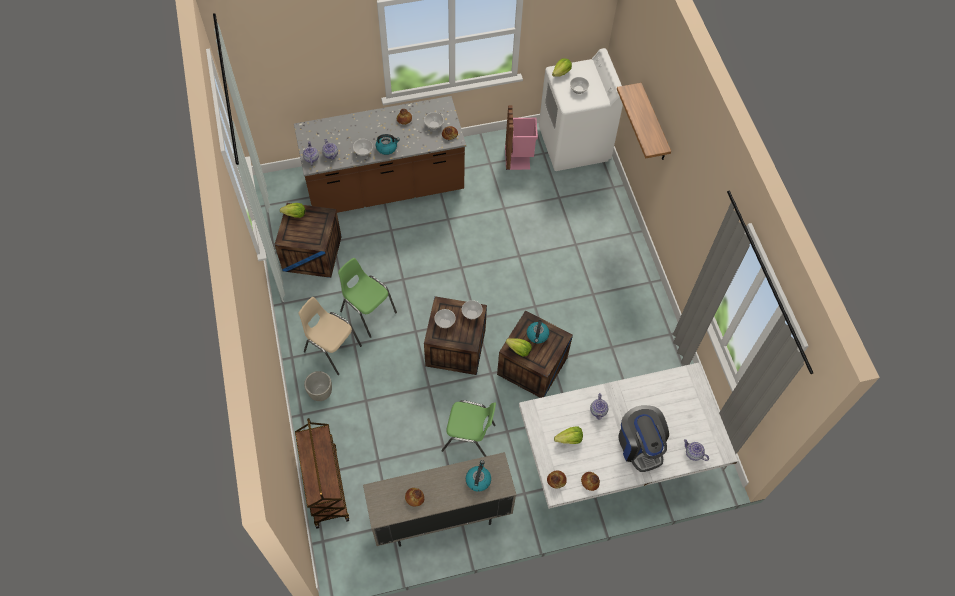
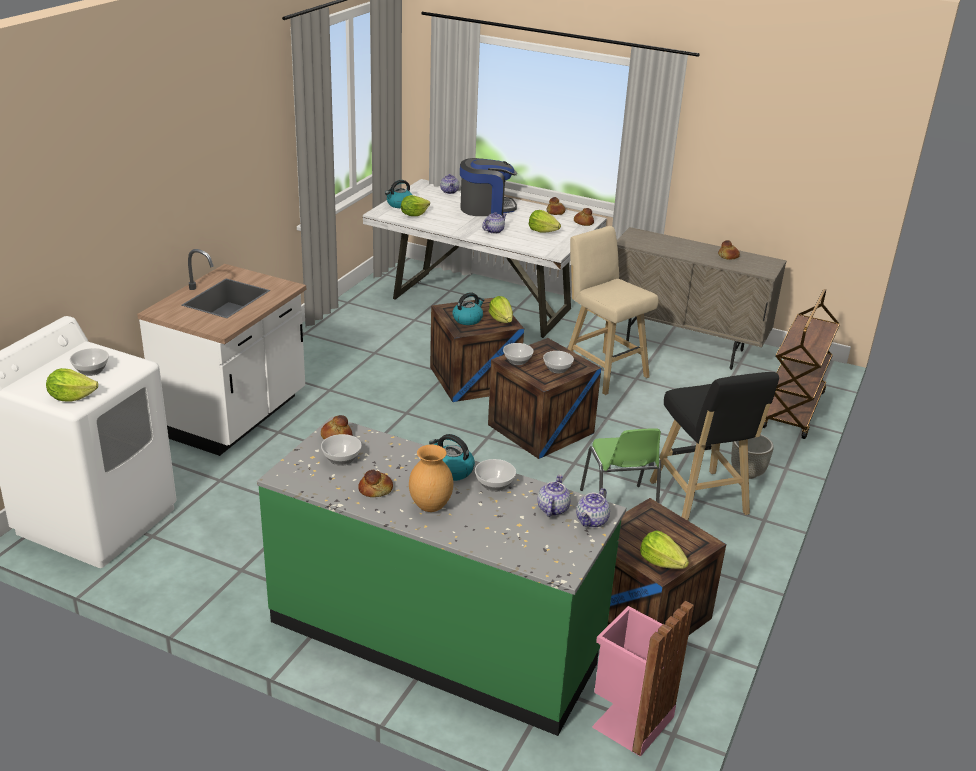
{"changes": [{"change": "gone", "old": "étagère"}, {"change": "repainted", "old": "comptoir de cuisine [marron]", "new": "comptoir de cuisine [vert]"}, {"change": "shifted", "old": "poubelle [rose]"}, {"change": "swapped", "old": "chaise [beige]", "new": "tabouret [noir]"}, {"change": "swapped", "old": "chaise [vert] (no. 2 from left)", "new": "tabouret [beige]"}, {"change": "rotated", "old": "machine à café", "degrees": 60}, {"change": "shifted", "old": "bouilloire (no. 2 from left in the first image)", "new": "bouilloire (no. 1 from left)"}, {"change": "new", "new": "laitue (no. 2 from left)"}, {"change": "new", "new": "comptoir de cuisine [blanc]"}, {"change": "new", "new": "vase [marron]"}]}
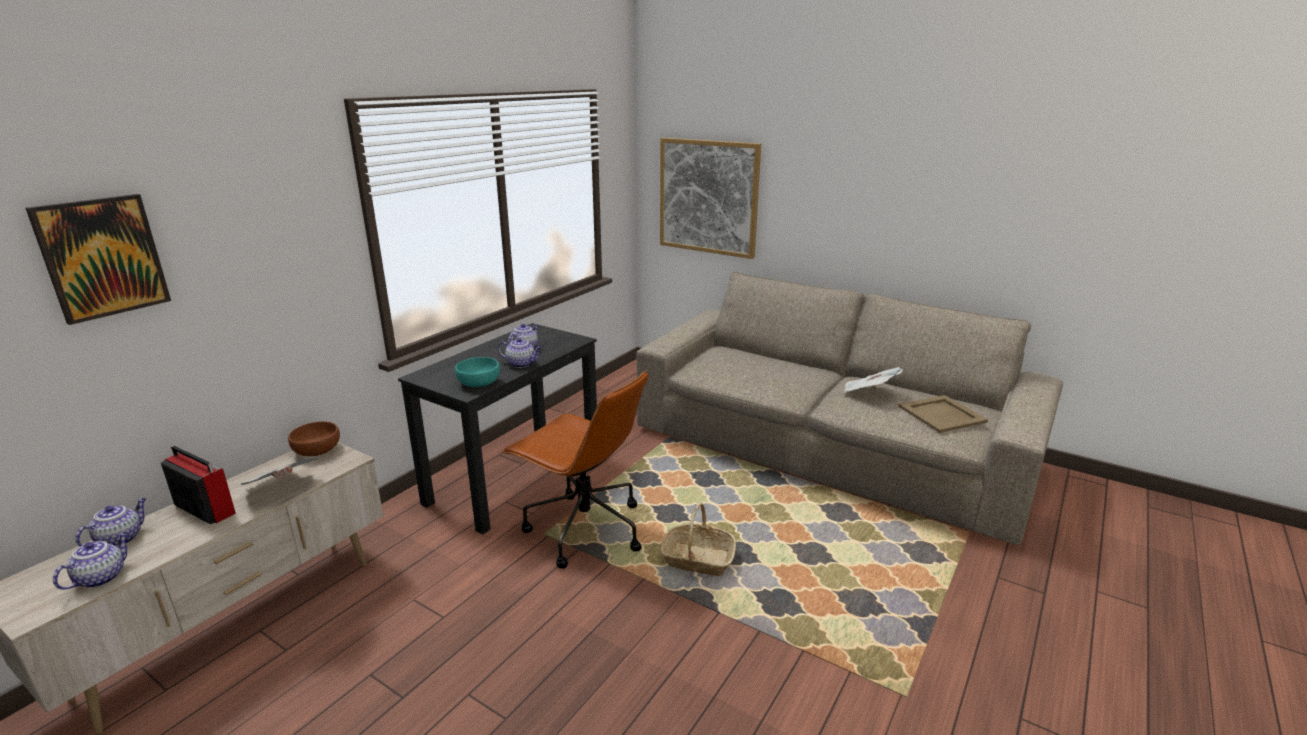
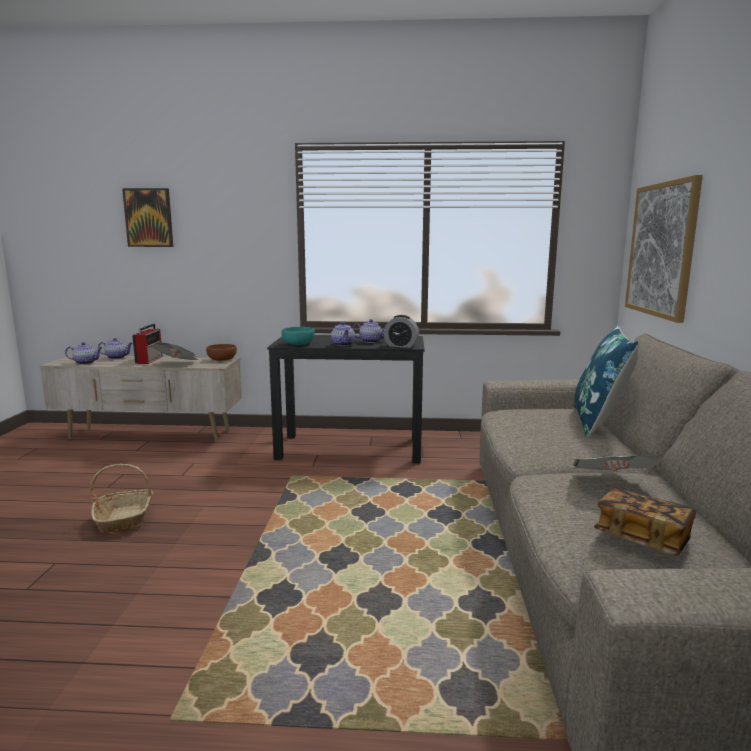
{"changes": [{"change": "gone", "old": "chaise de bureau [marron]"}, {"change": "swapped", "old": "plateau [beige]", "new": "livre"}, {"change": "shifted", "old": "panier"}, {"change": "new", "new": "réveil"}, {"change": "new", "new": "coussin [bleu]"}]}
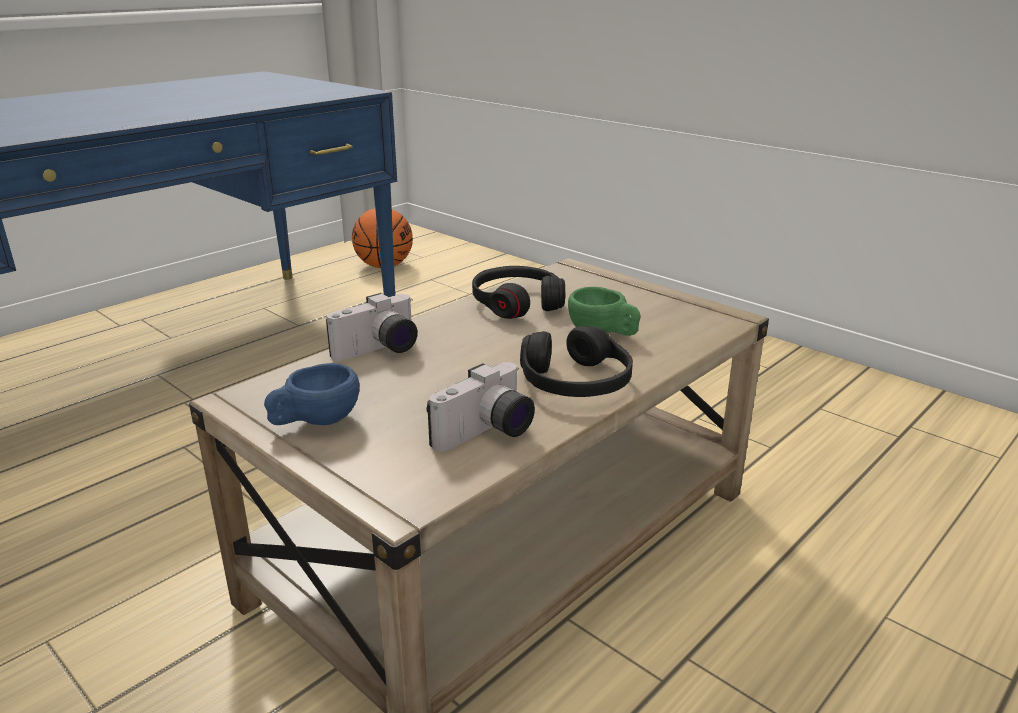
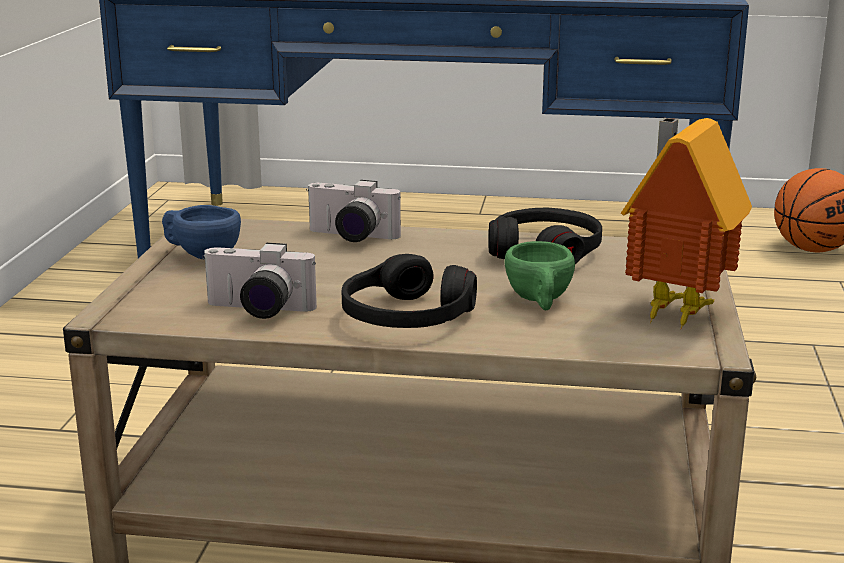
{"changes": [{"change": "new", "new": "maison miniature"}]}
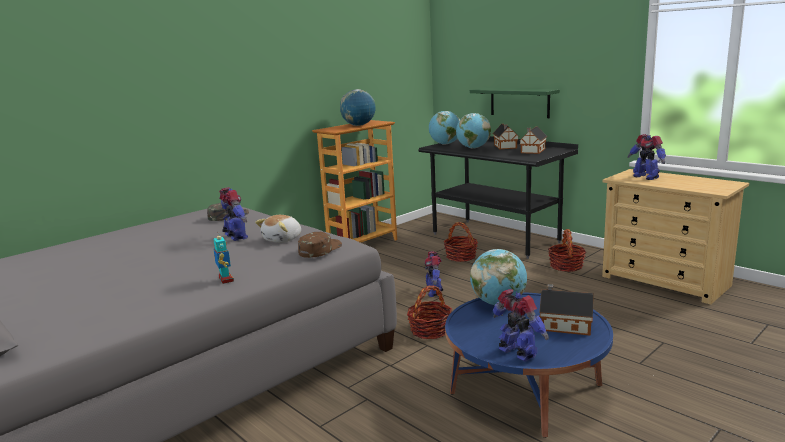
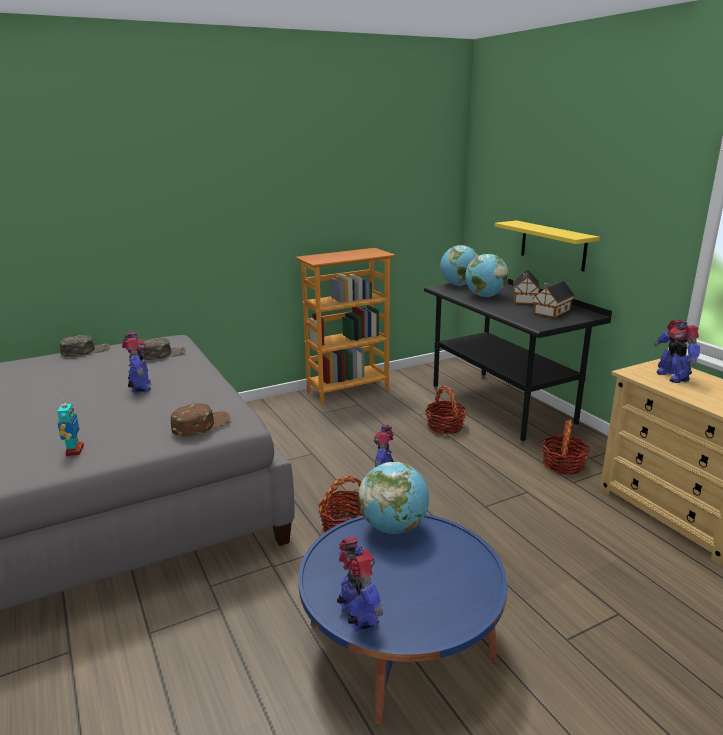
{"changes": [{"change": "repainted", "old": "étagère [vert]", "new": "étagère [jaune]"}, {"change": "gone", "old": "globe (no. 1 from left)"}, {"change": "gone", "old": "peluche"}, {"change": "gone", "old": "maison miniature (no. 3 from left)"}, {"change": "new", "new": "casquette [vert] (no. 1 from left)"}]}
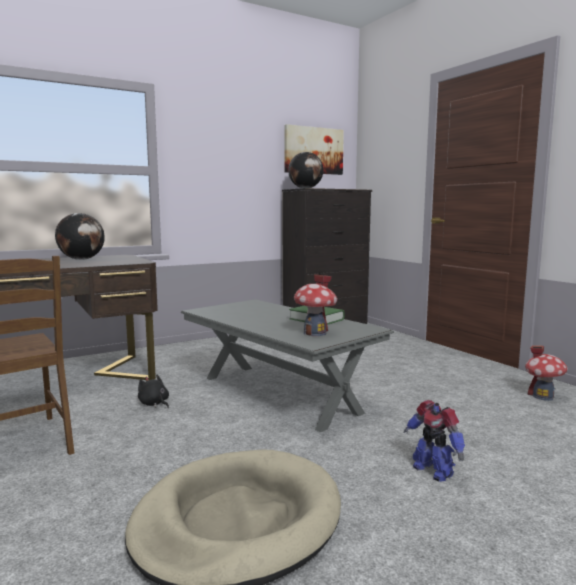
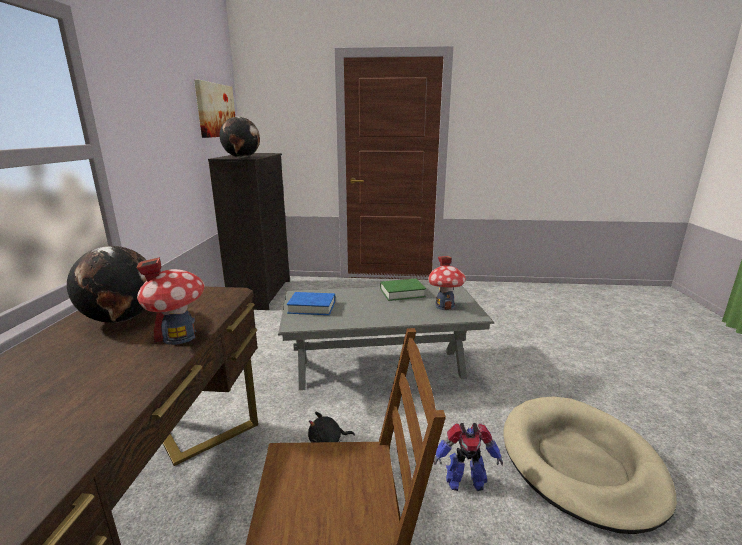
{"changes": [{"change": "shifted", "old": "maison miniature (no. 2 from left in the first image)", "new": "maison miniature (no. 1 from left)"}, {"change": "shifted", "old": "robot jouet"}, {"change": "new", "new": "livre [bleu]"}]}
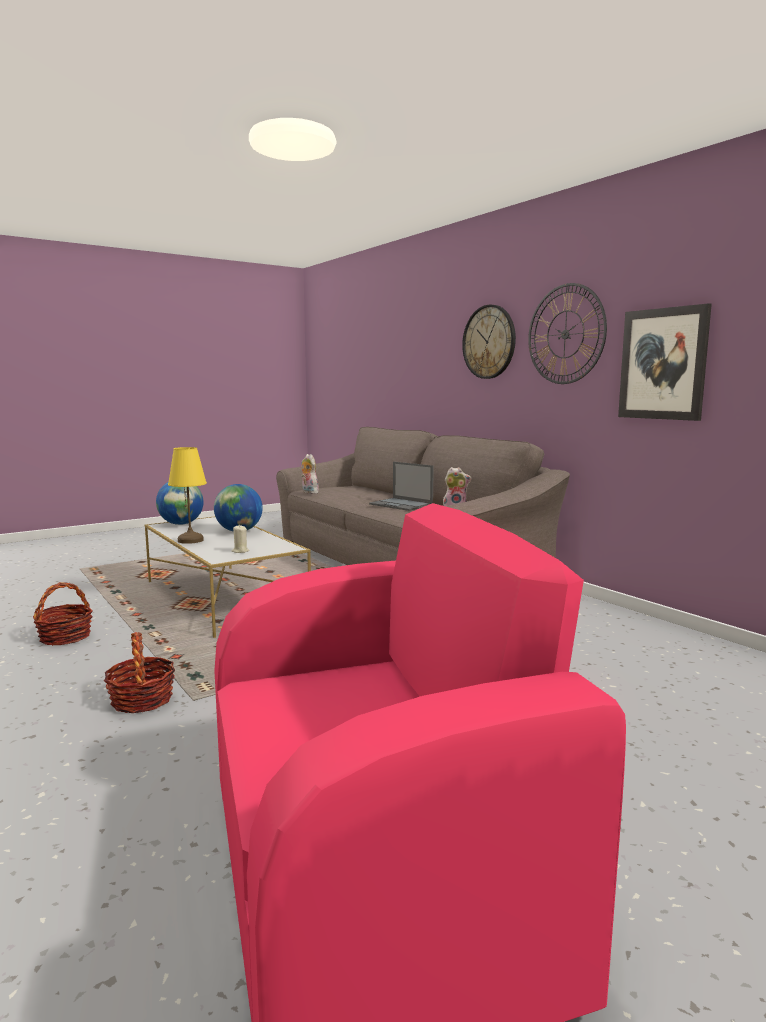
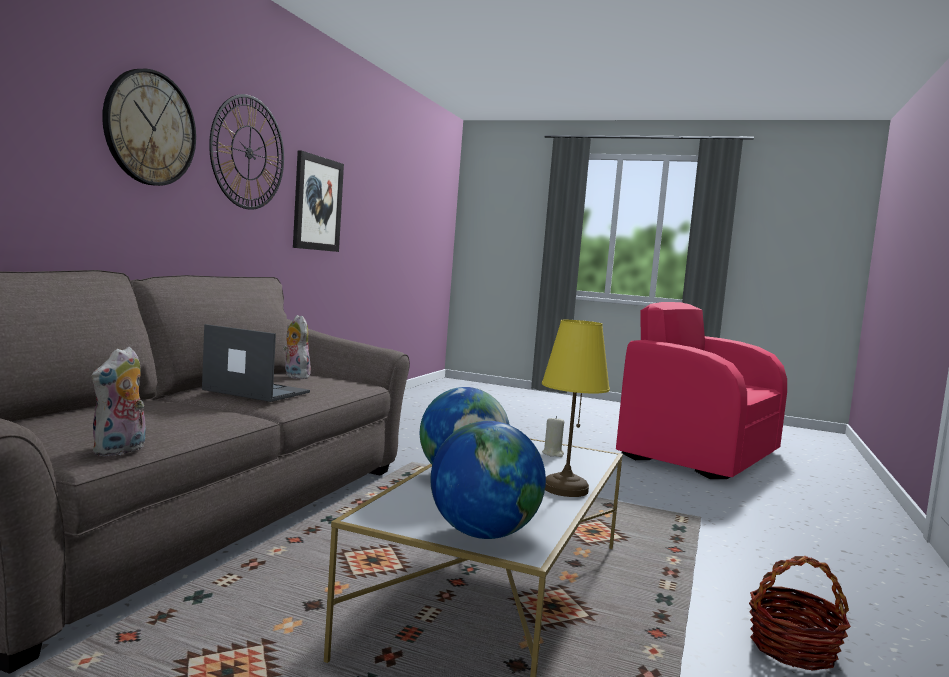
{"changes": [{"change": "rotated", "old": "ordinateur portable", "degrees": -75}, {"change": "gone", "old": "panier (no. 2 from left)"}]}
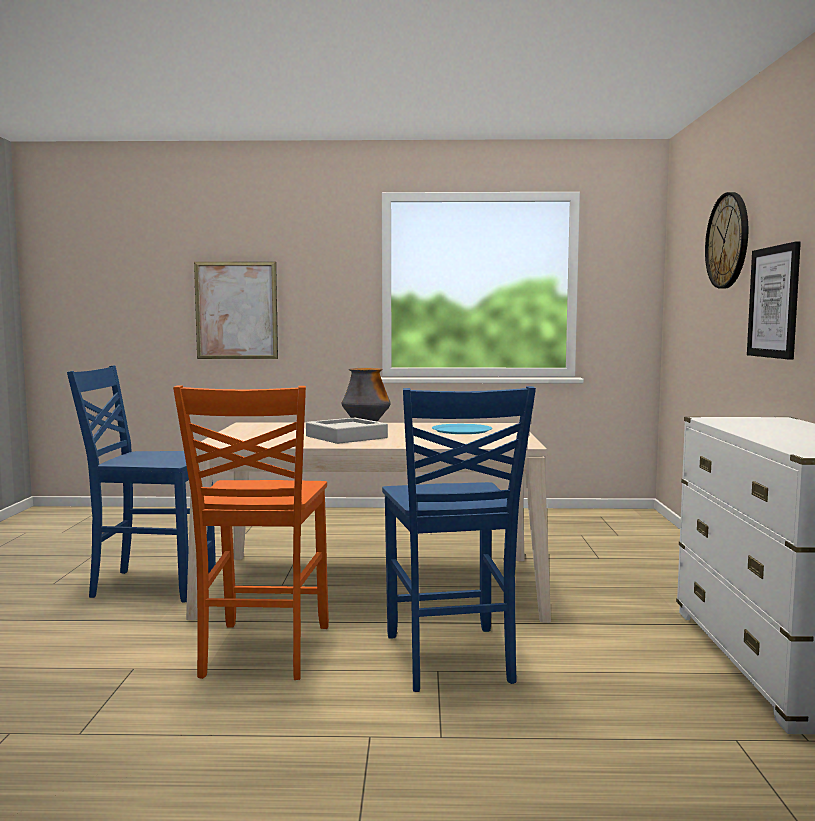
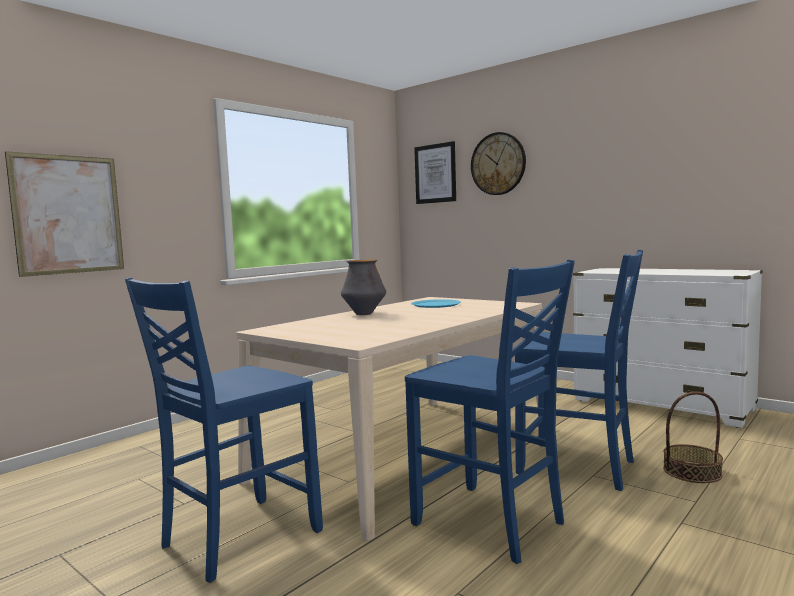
{"changes": [{"change": "shifted", "old": "tableau (no. 2 from left)"}, {"change": "repainted", "old": "chaise [orange]", "new": "chaise [bleu] (no. 2 from left)"}, {"change": "gone", "old": "plateau [gris]"}, {"change": "new", "new": "panier"}]}
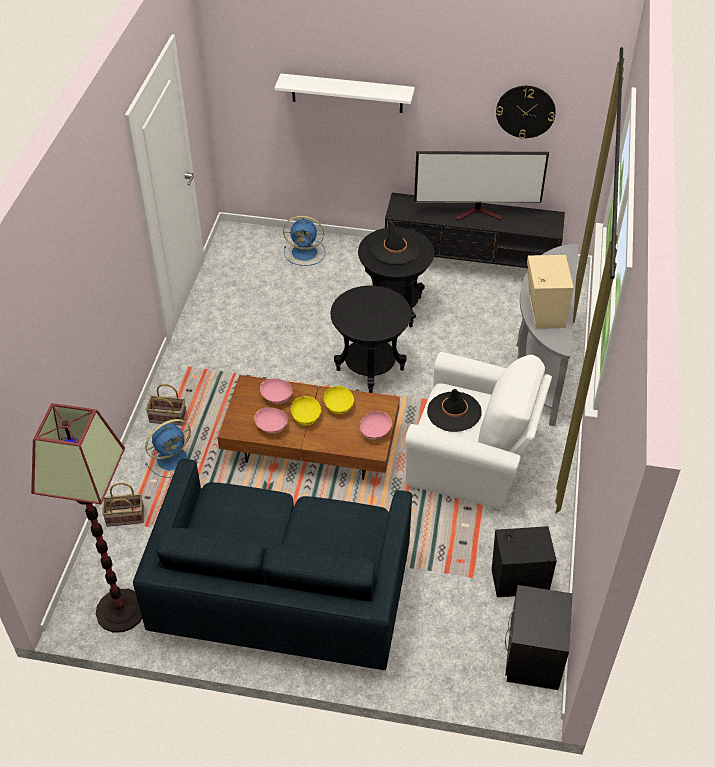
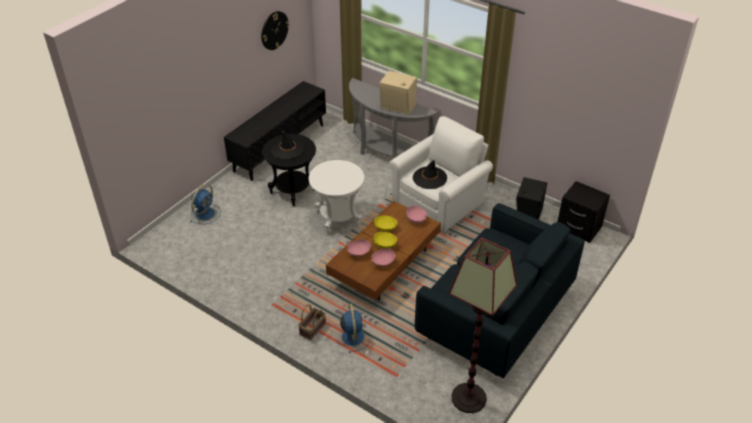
{"changes": [{"change": "gone", "old": "étagère [blanc]"}, {"change": "gone", "old": "téléviseur"}, {"change": "repainted", "old": "table d'appoint [noir] (no. 1 from left)", "new": "table d'appoint [blanc]"}, {"change": "gone", "old": "panier (no. 1 from left)"}]}
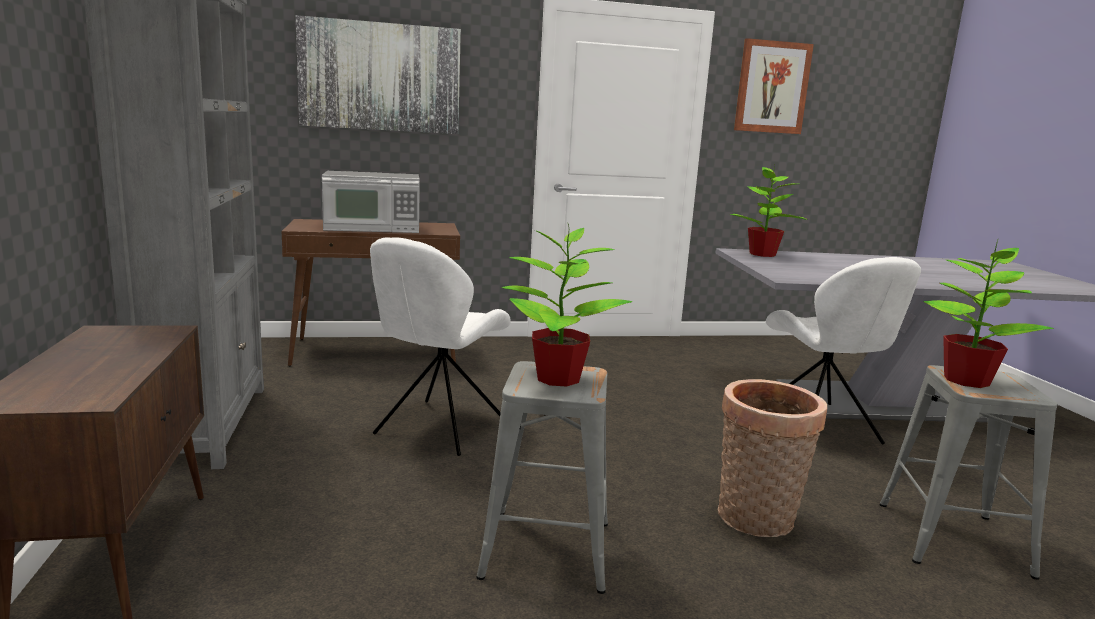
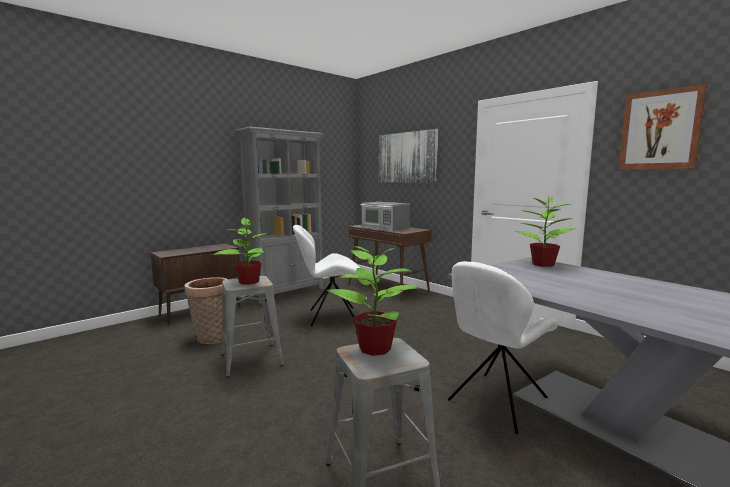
{"changes": [{"change": "shifted", "old": "panier"}]}
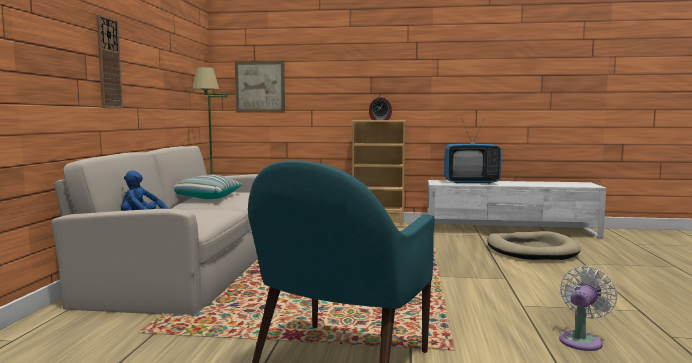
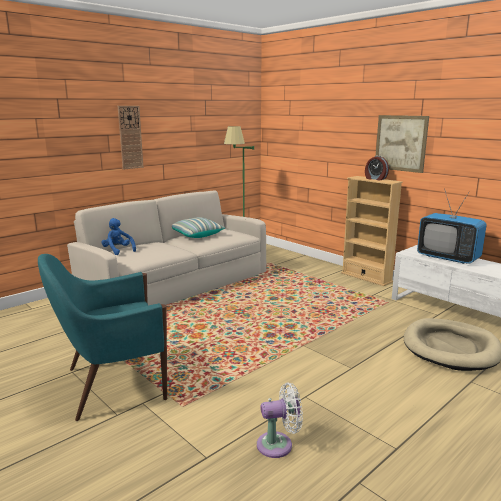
{"changes": [{"change": "shifted", "old": "tableau"}]}
